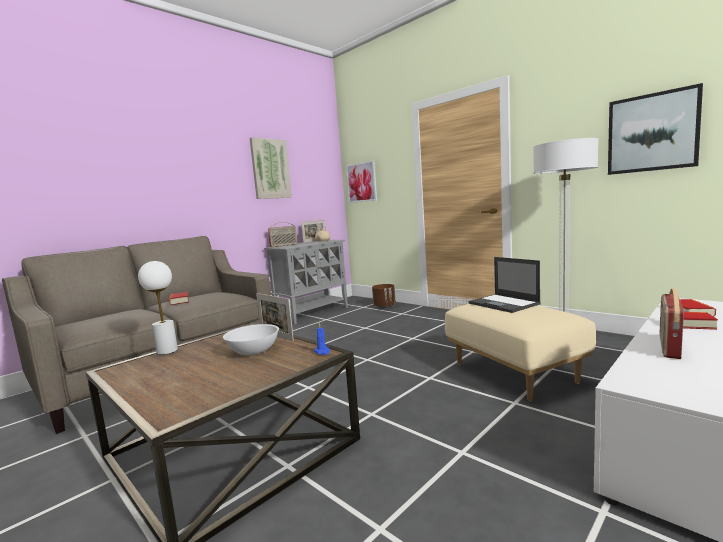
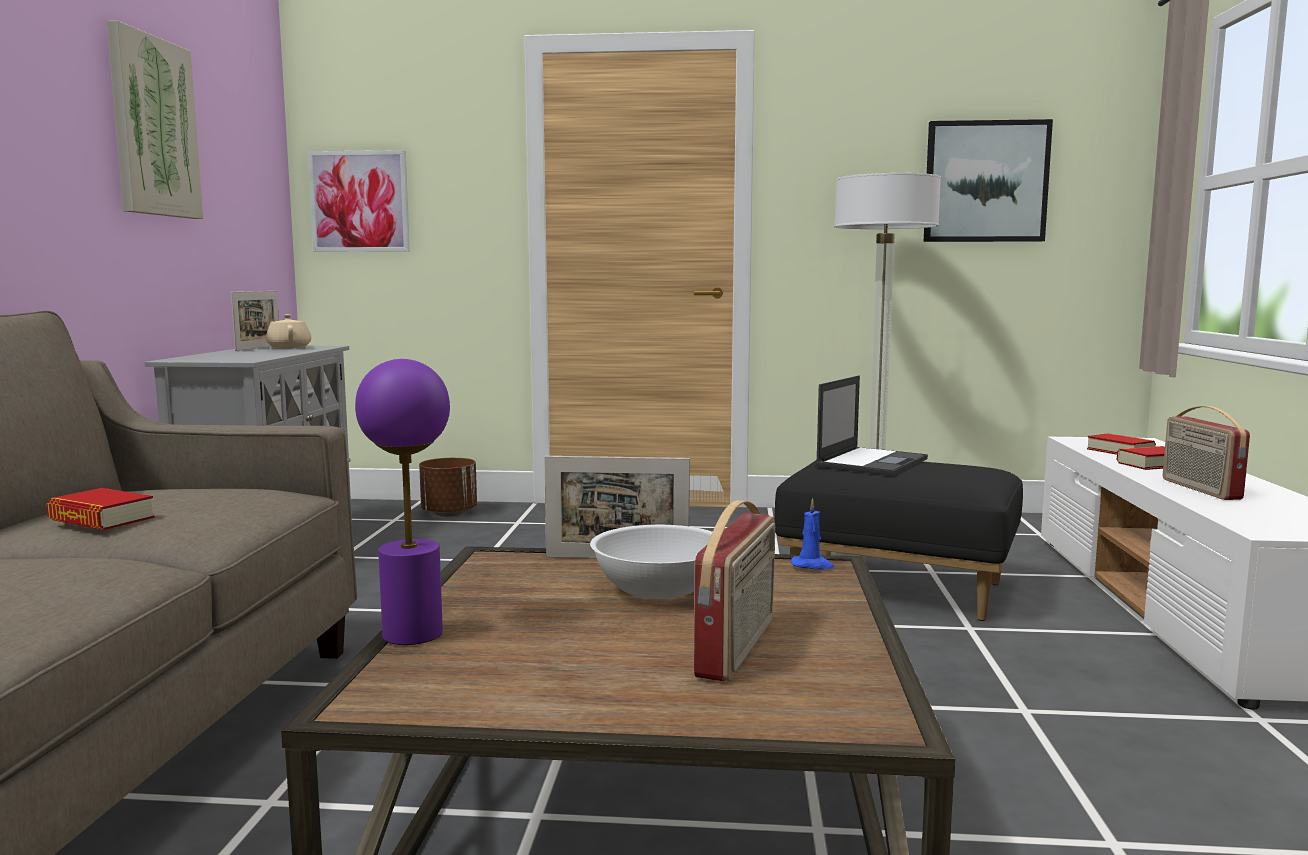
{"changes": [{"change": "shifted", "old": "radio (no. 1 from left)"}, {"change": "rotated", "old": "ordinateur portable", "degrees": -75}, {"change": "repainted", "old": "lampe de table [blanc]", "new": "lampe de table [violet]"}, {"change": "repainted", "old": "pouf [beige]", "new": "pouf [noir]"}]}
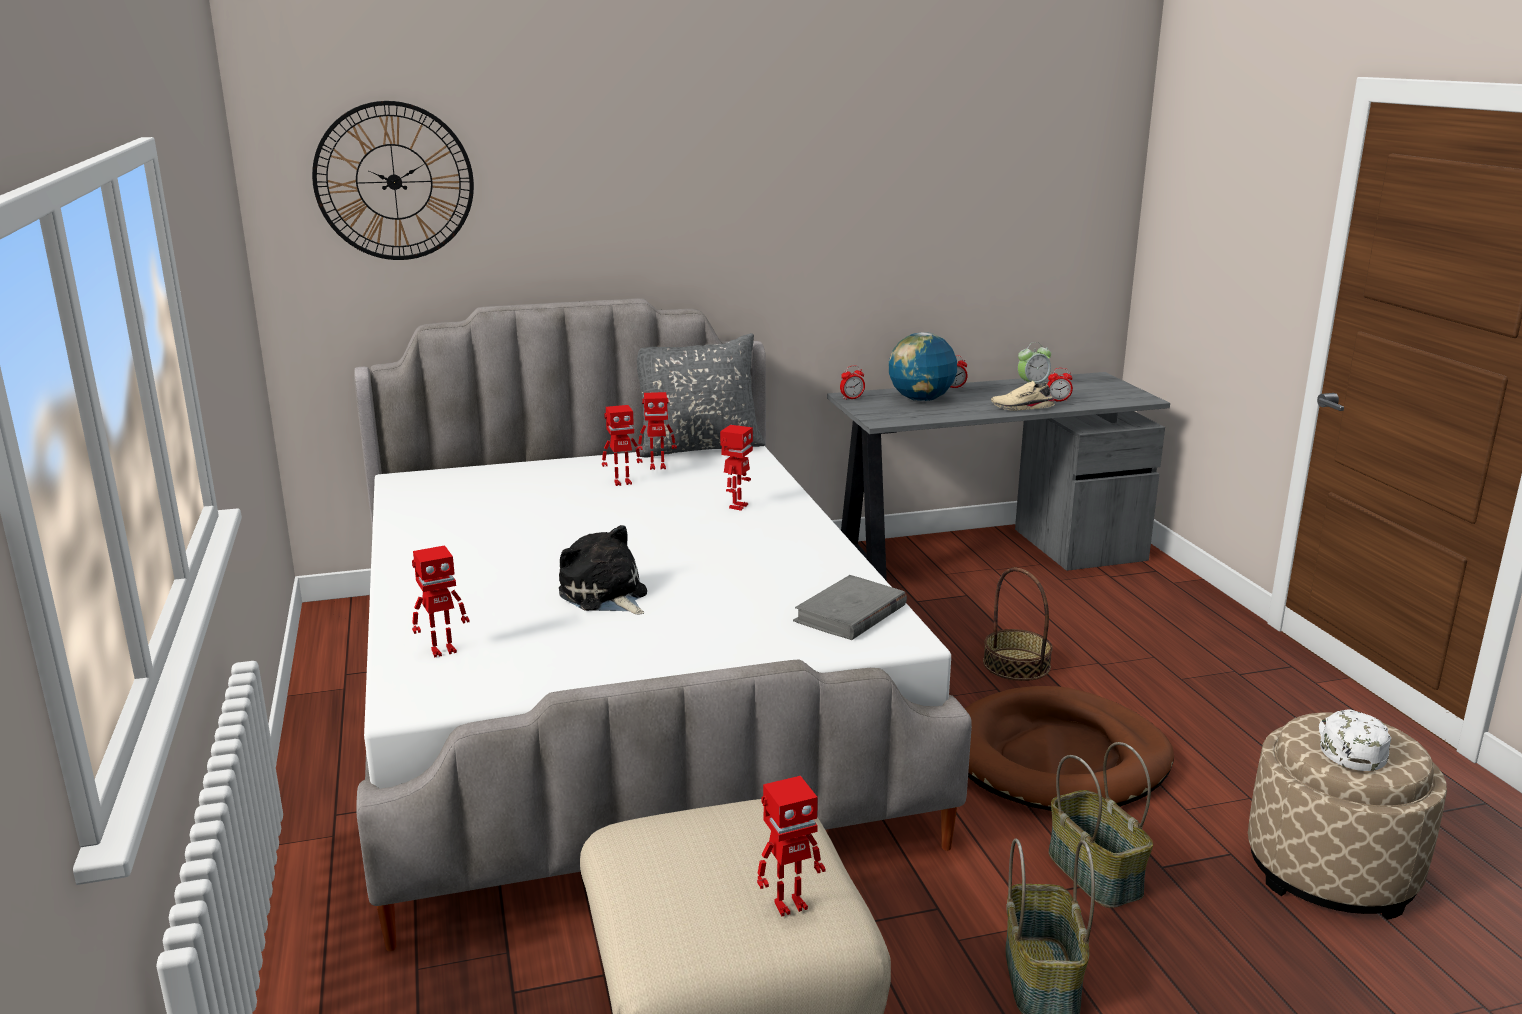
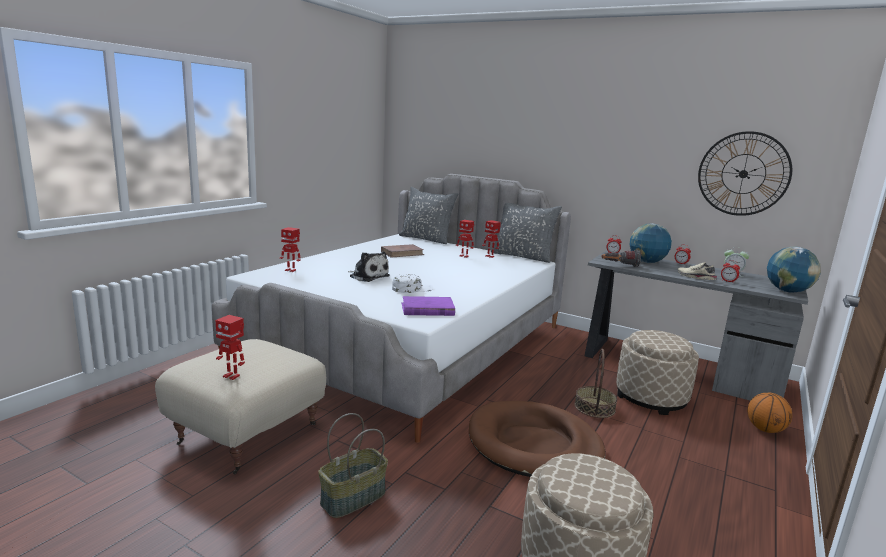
{"changes": [{"change": "shifted", "old": "horloge murale"}, {"change": "gone", "old": "robot jouet (no. 4 from left)"}, {"change": "rotated", "old": "peluche", "degrees": 120}, {"change": "repainted", "old": "livre [gris]", "new": "livre [violet]"}, {"change": "shifted", "old": "casquette [blanc]"}, {"change": "gone", "old": "panier (no. 3 from left)"}, {"change": "new", "new": "coussin [gris] (no. 1 from left)"}, {"change": "new", "new": "livre [marron]"}, {"change": "new", "new": "globe (no. 2 from left)"}, {"change": "new", "new": "lampe de poche"}, {"change": "new", "new": "pouf [beige] (no. 3 from left)"}, {"change": "new", "new": "ballon de basket"}]}
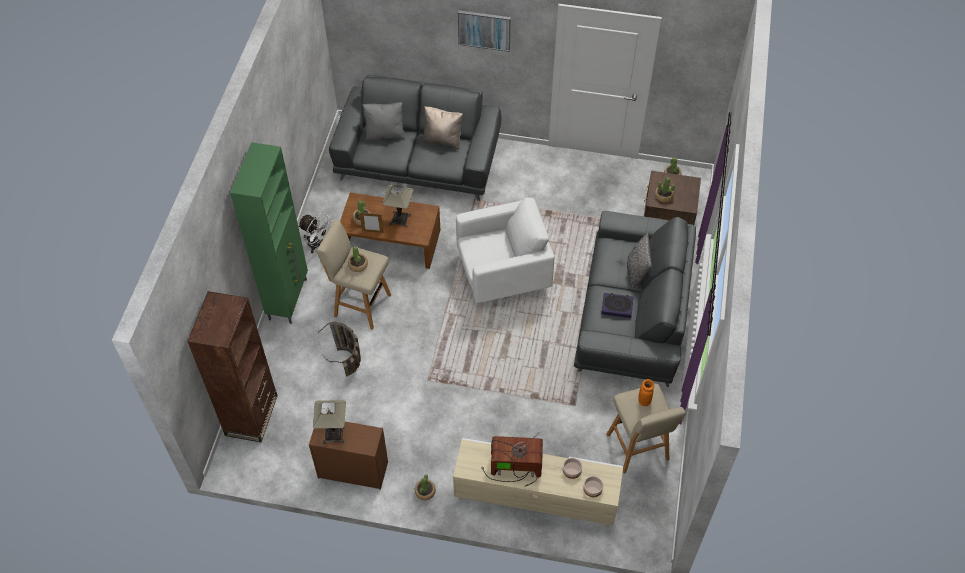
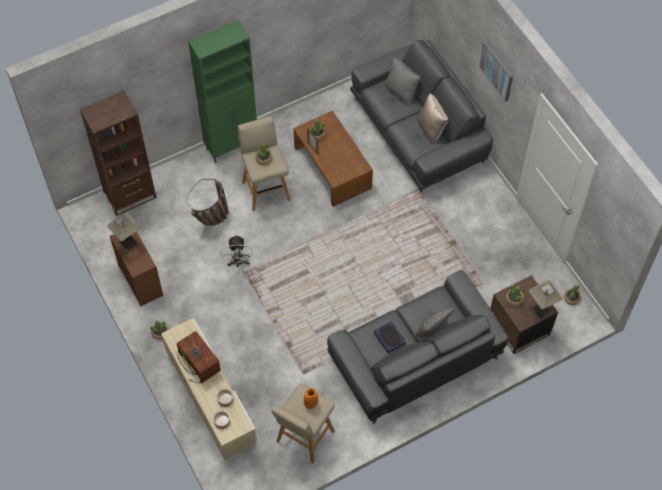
{"changes": [{"change": "shifted", "old": "lampe de table (no. 2 from left)"}, {"change": "gone", "old": "fauteuil [blanc]"}, {"change": "shifted", "old": "ventilateur [blanc]"}]}
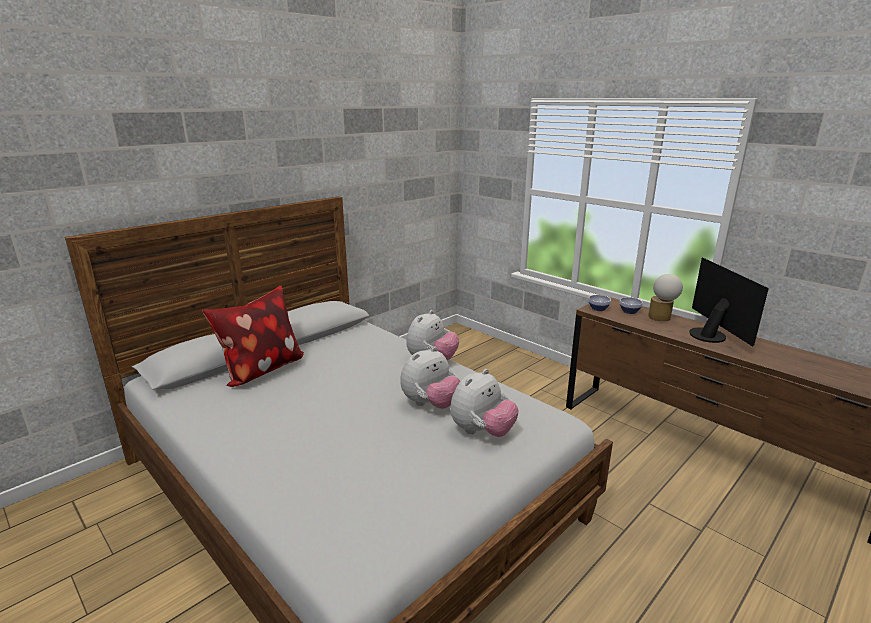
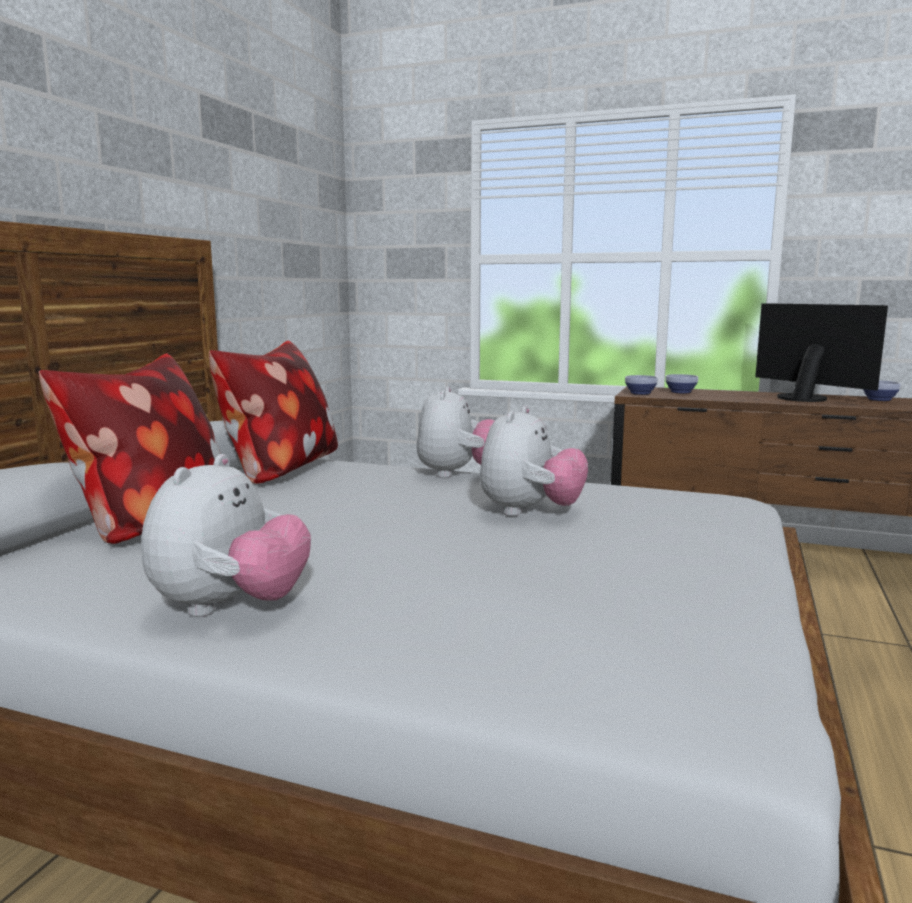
{"changes": [{"change": "gone", "old": "lampe de table"}, {"change": "shifted", "old": "peluche (no. 3 from left in the first image)", "new": "peluche (no. 1 from left)"}, {"change": "new", "new": "coussin (no. 2 from left)"}, {"change": "new", "new": "bol (no. 3 from left)"}]}
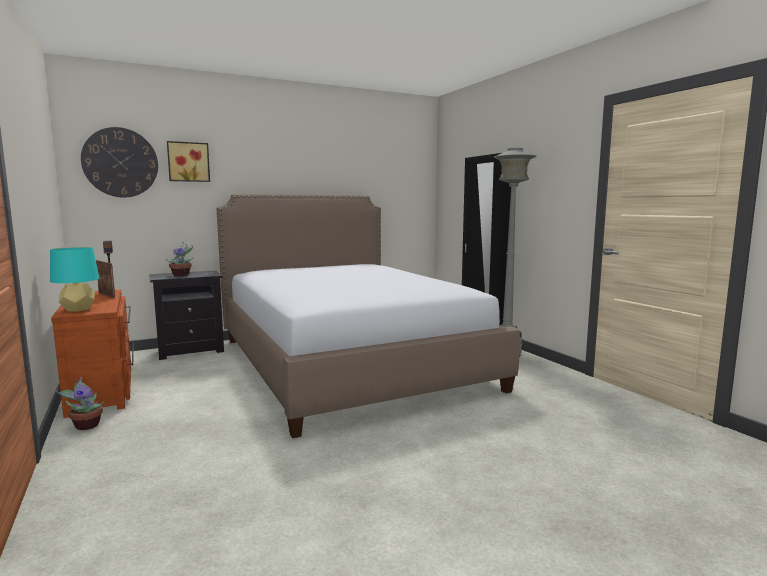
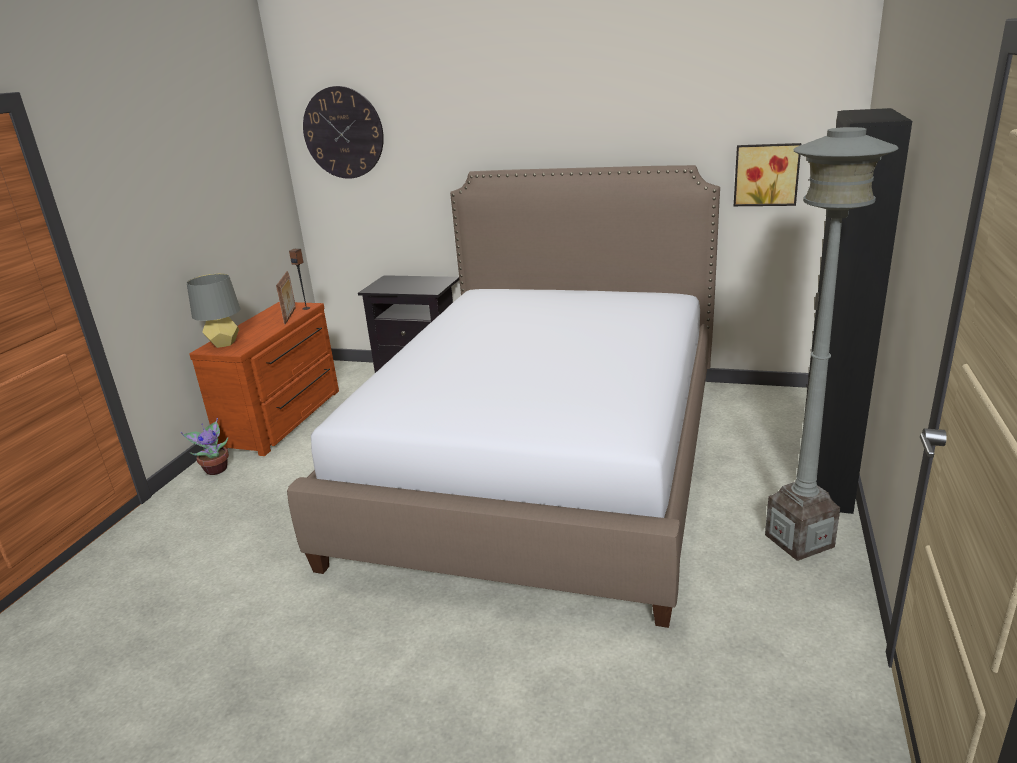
{"changes": [{"change": "shifted", "old": "tableau"}, {"change": "gone", "old": "plante en pot (no. 2 from left)"}, {"change": "repainted", "old": "lampe de table [turquoise]", "new": "lampe de table [gris]"}]}
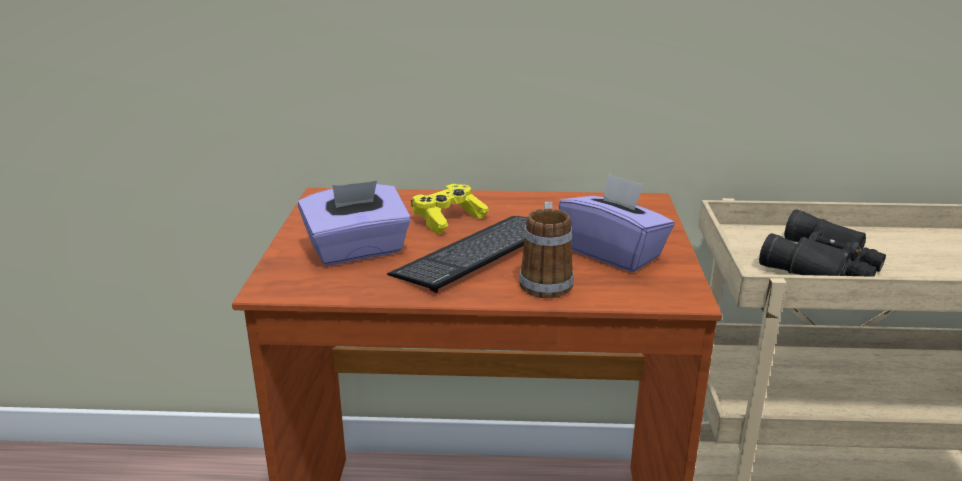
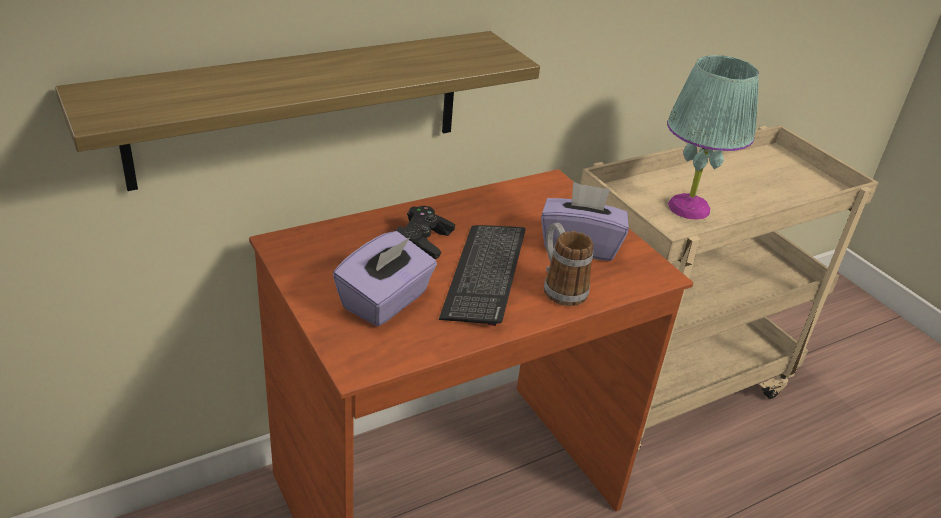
{"changes": [{"change": "repainted", "old": "manette [jaune]", "new": "manette [noir]"}, {"change": "swapped", "old": "jumelles [noir]", "new": "lampe de table [turquoise]"}, {"change": "new", "new": "étagère"}]}
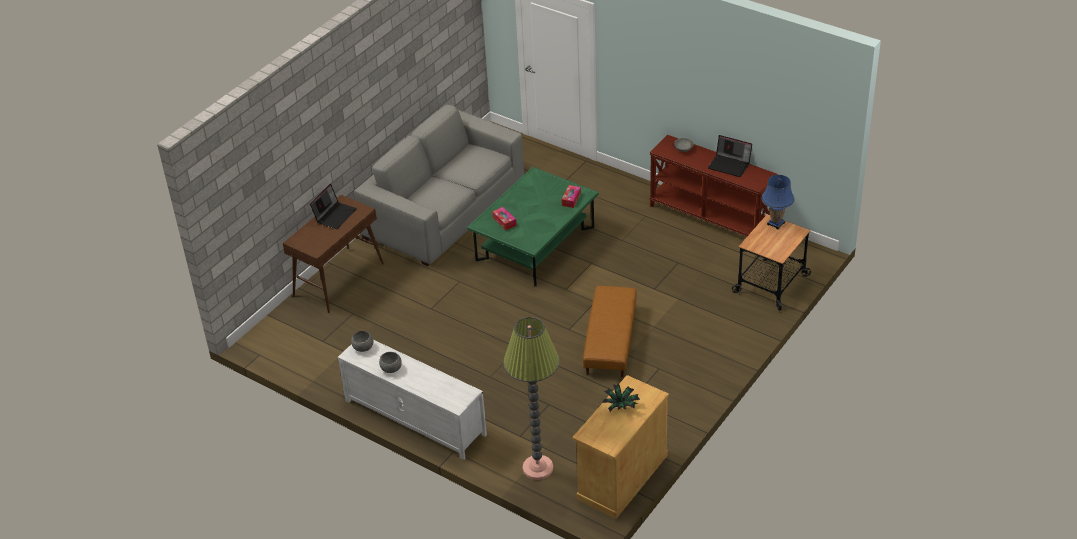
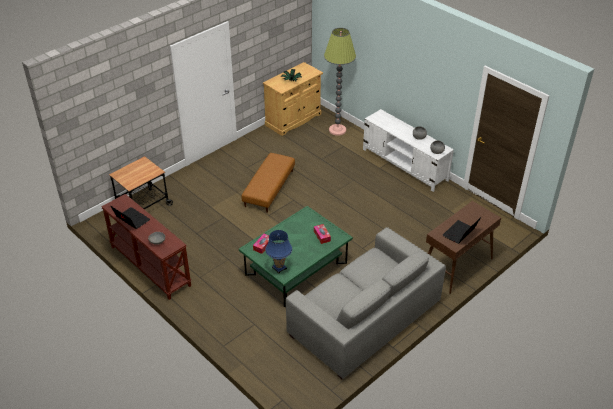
{"changes": [{"change": "shifted", "old": "lampe de table [bleu]"}]}
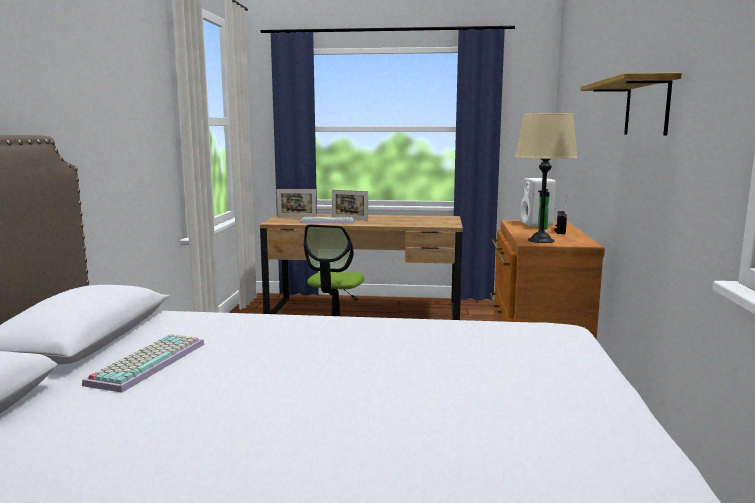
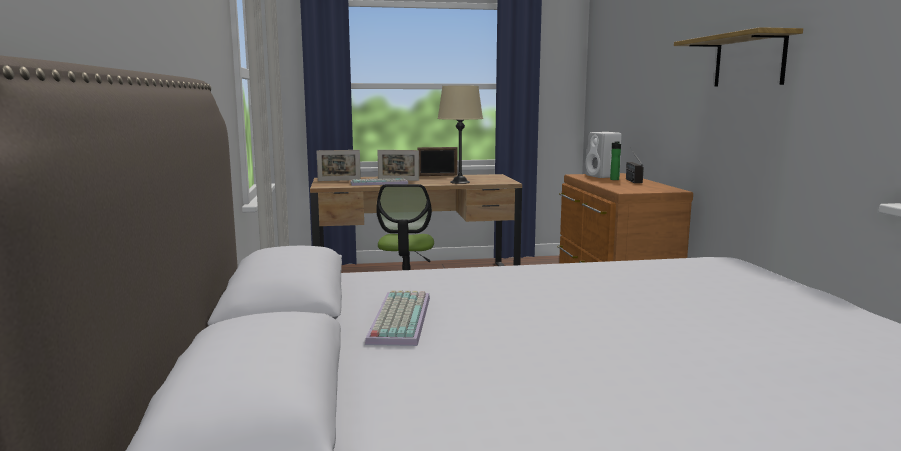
{"changes": [{"change": "shifted", "old": "lampe de table [beige]"}, {"change": "new", "new": "cadre photo (no. 3 from left)"}]}
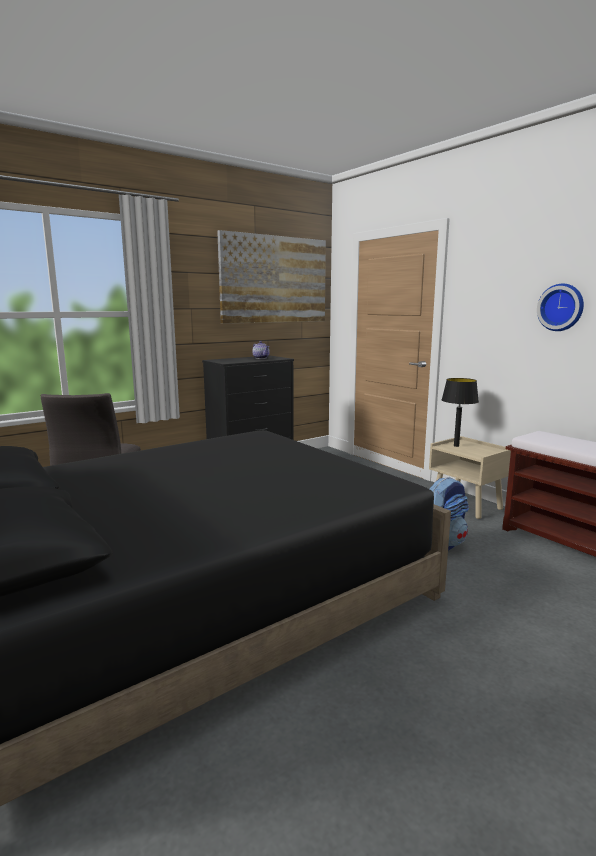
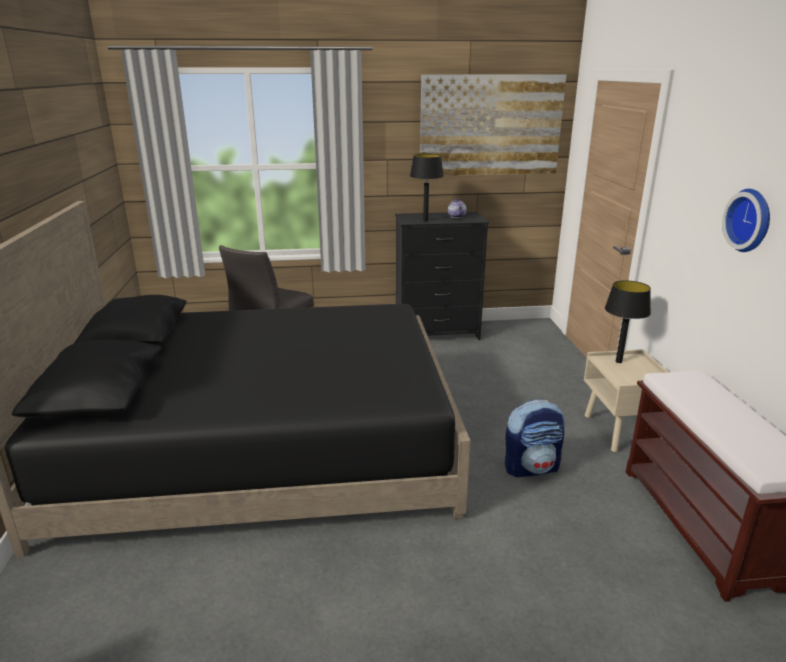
{"changes": [{"change": "new", "new": "lampe de table [noir] (no. 1 from left)"}]}
